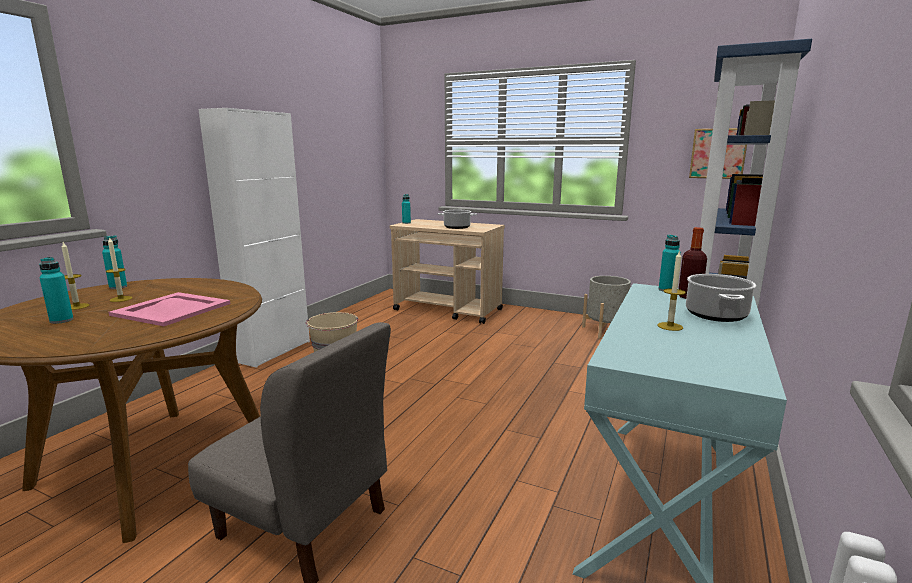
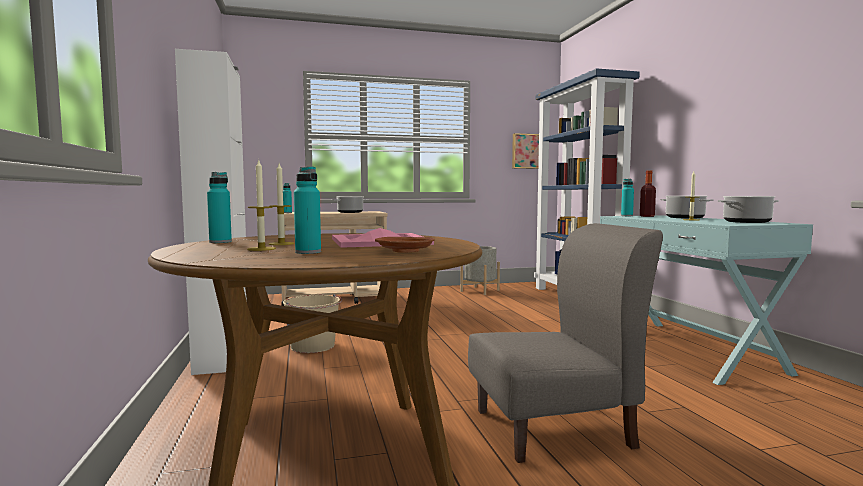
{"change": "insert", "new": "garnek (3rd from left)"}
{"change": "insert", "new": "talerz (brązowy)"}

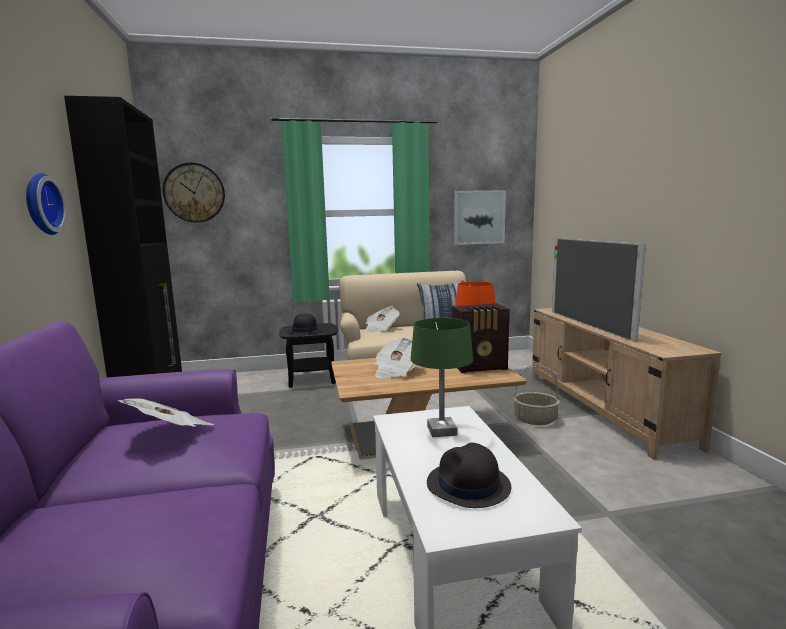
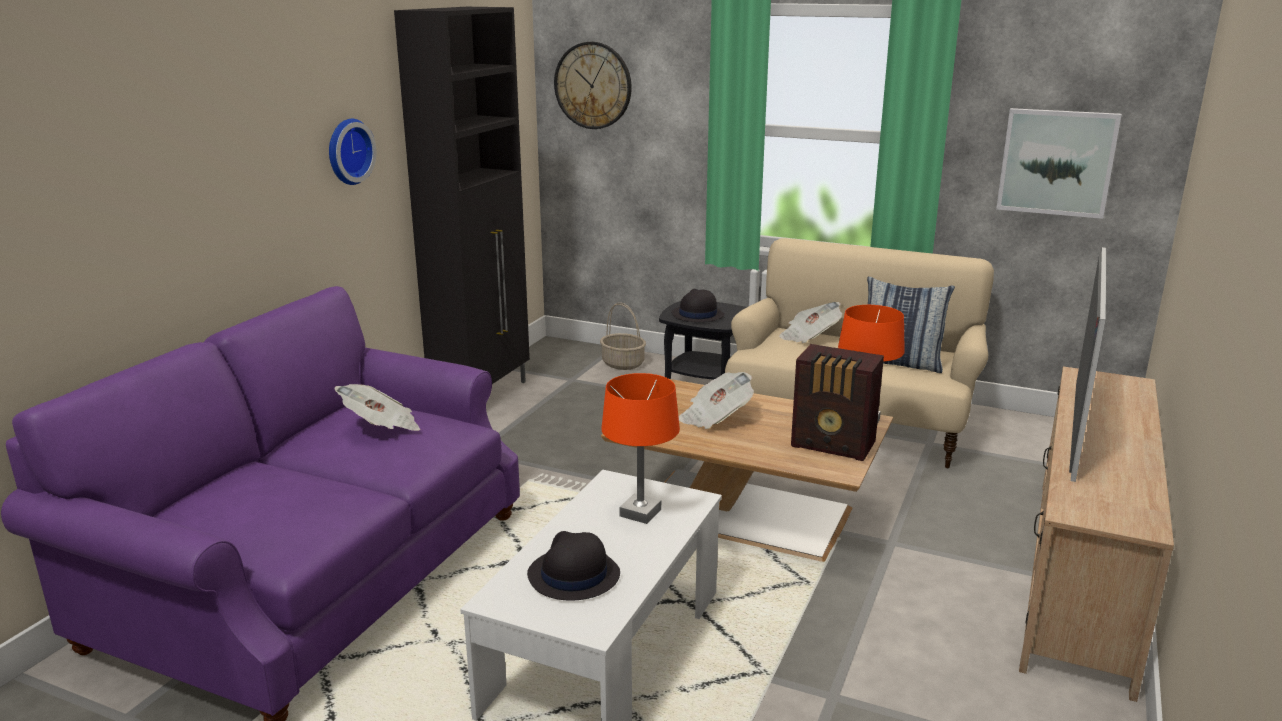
{"change": "recolor", "old": "lampa stołowa (zielony)", "new": "lampa stołowa (pomarańczowy) (1st from left)"}
{"change": "move", "old": "koszyk"}

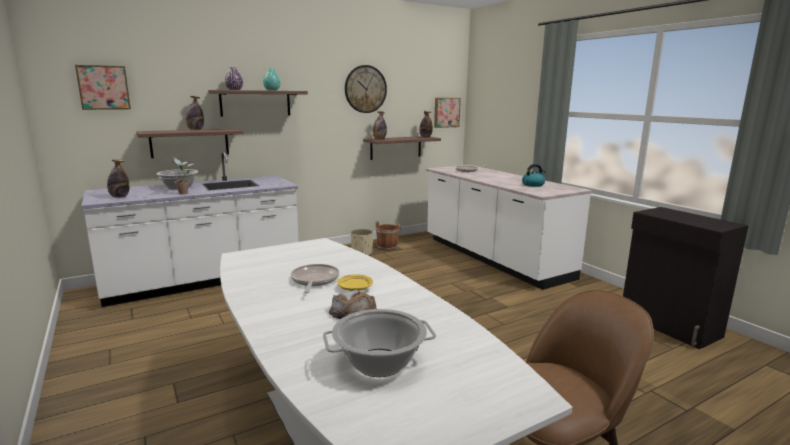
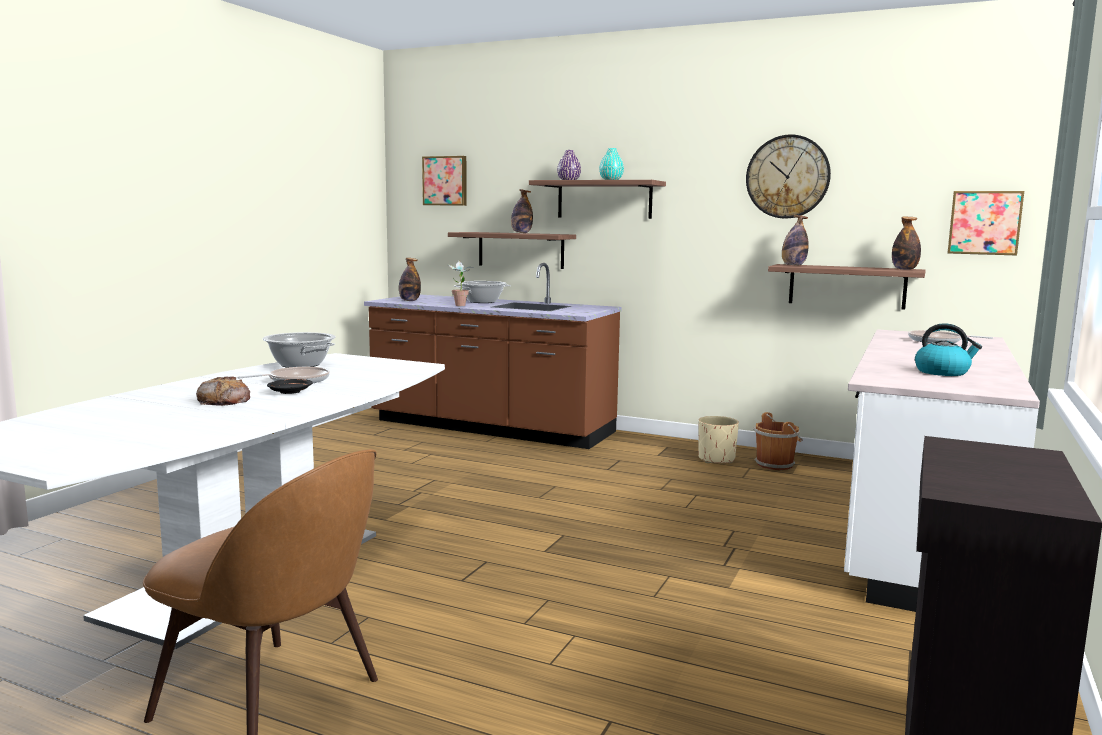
{"change": "recolor", "old": "zabudowa kuchenna (biały) (1st from left)", "new": "zabudowa kuchenna (brązowy)"}
{"change": "recolor", "old": "talerz (żółty)", "new": "talerz (czarny)"}
{"change": "move", "old": "garnek (2nd from left in the first image)", "new": "garnek (1st from left)"}

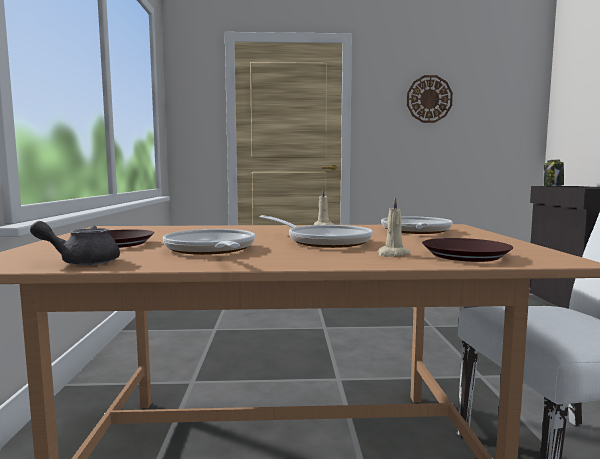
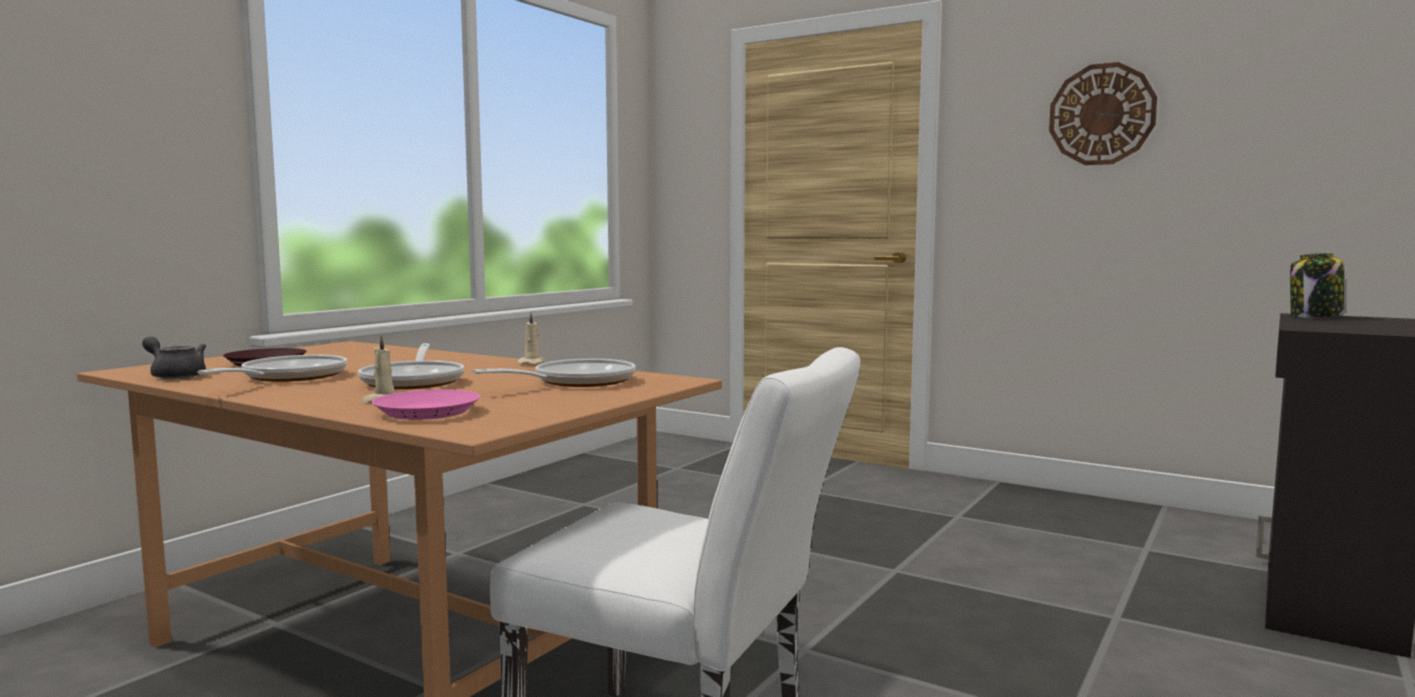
{"change": "recolor", "old": "talerz (brązowy) (2nd from left)", "new": "talerz (różowy)"}

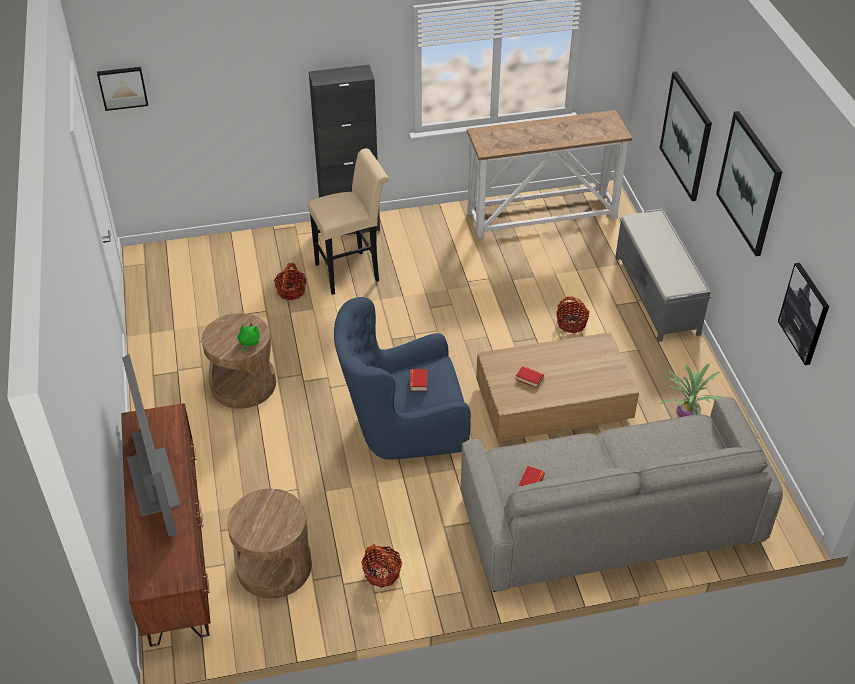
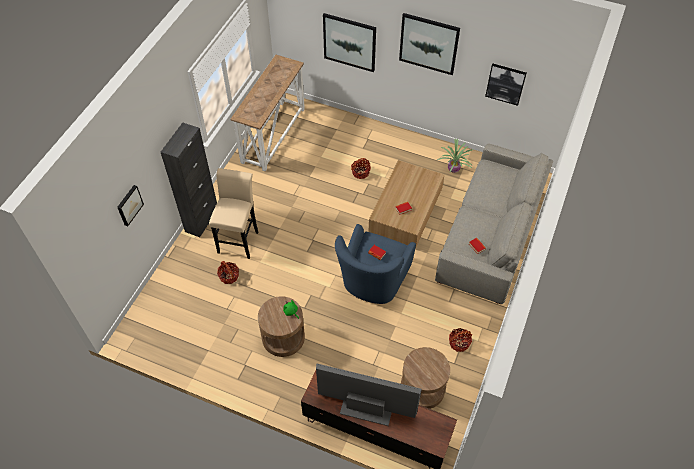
{"change": "move", "old": "obraz (1st from left)"}
{"change": "delete", "old": "ławka (szary)"}

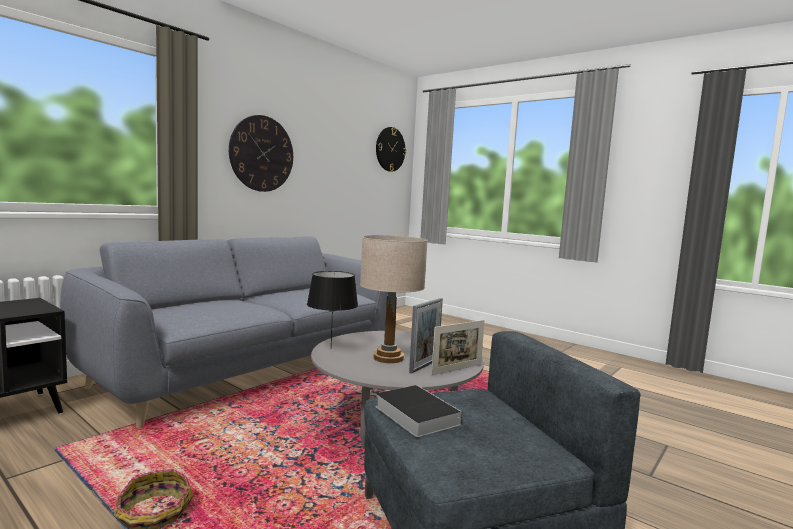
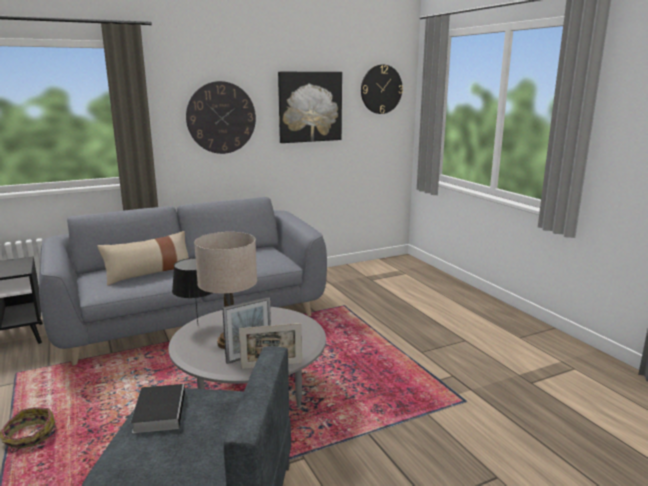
{"change": "insert", "new": "obraz"}
{"change": "insert", "new": "poduszka (beżowy)"}

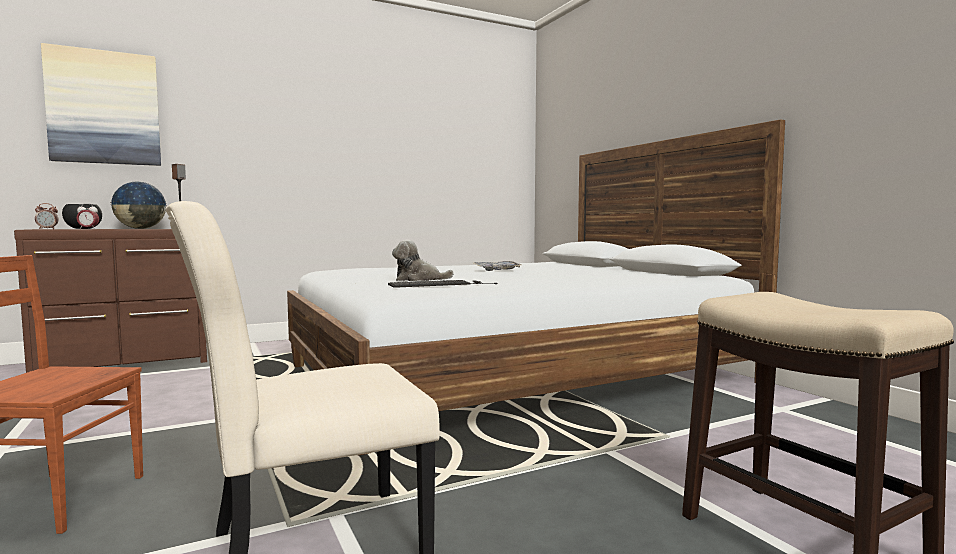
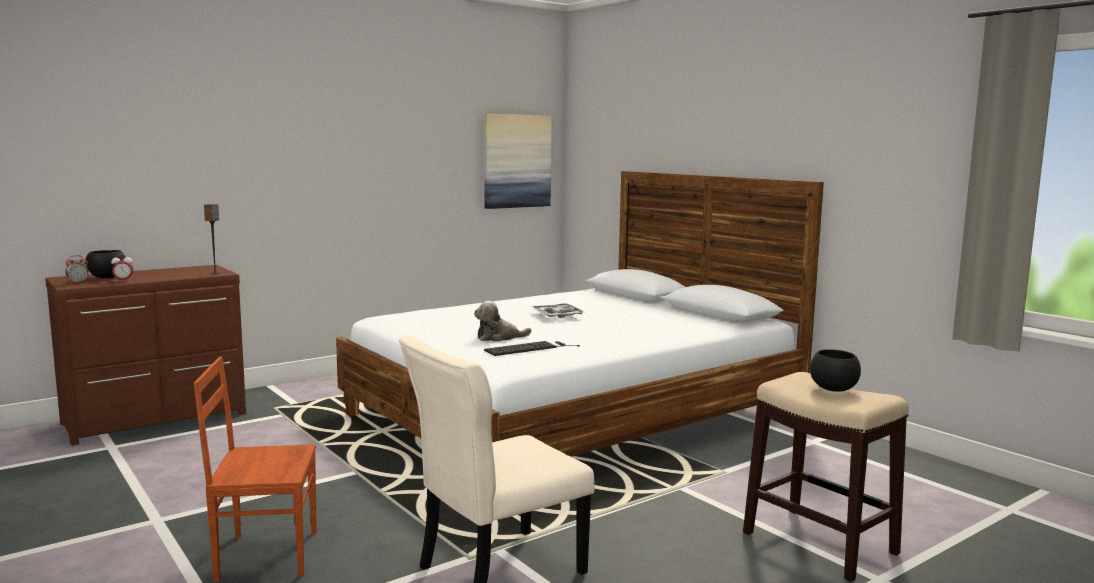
{"change": "move", "old": "obraz"}
{"change": "delete", "old": "globus"}
{"change": "insert", "new": "miska (czarny) (2nd from left)"}

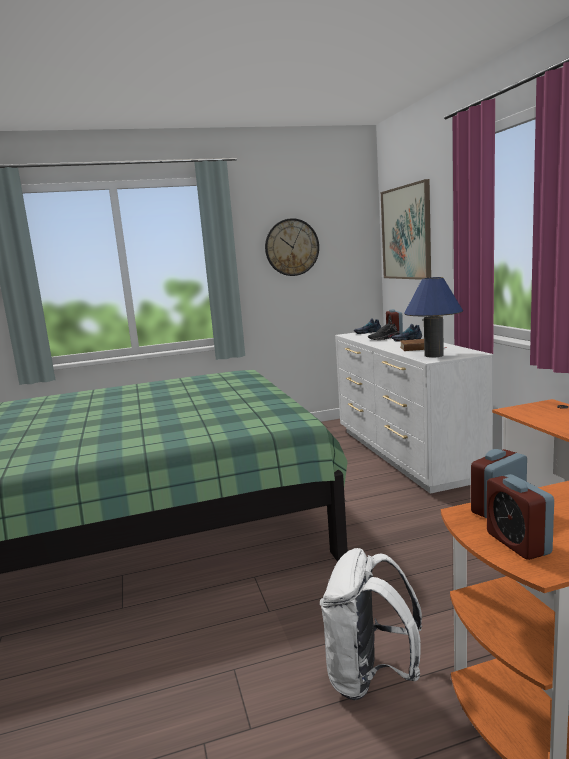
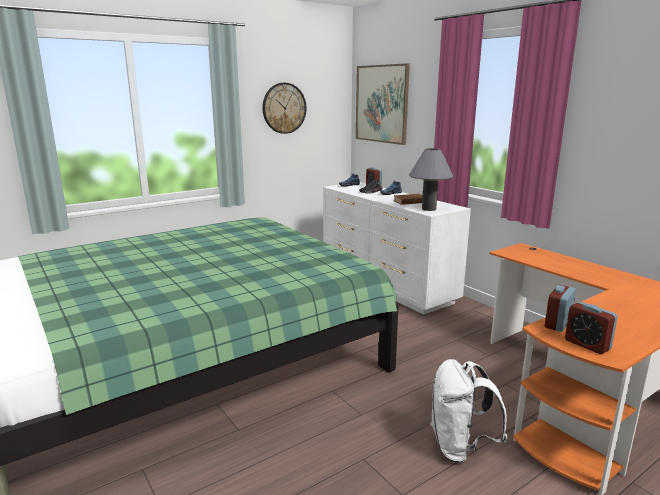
{"change": "recolor", "old": "lampa stołowa (niebieski)", "new": "lampa stołowa (szary)"}

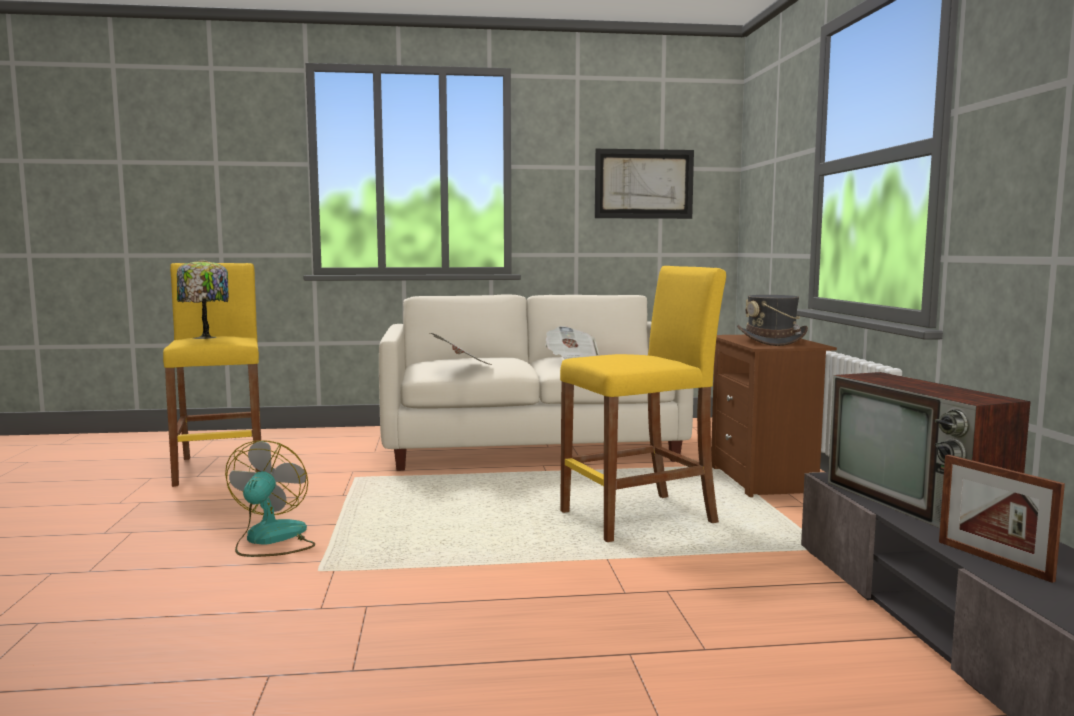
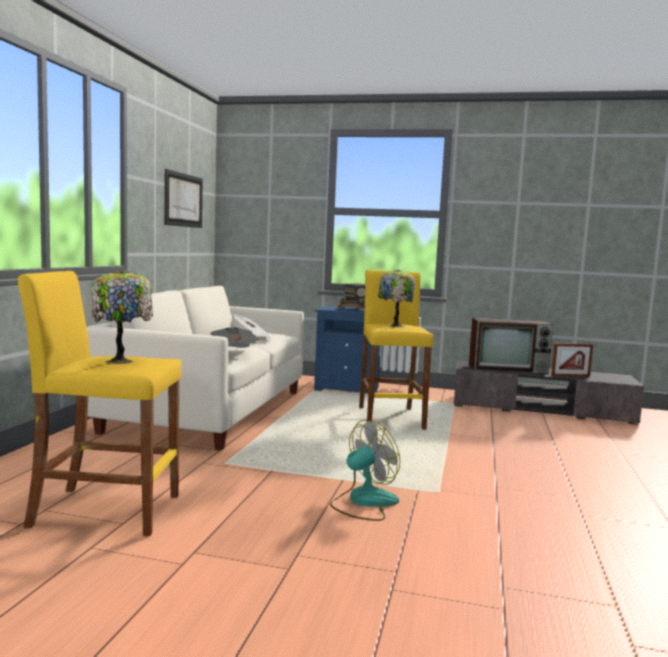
{"change": "recolor", "old": "szafka nocna (brązowy)", "new": "szafka nocna (niebieski)"}
{"change": "rotate", "old": "wentylator", "degrees": 120}
{"change": "insert", "new": "lampa stołowa (2nd from left)"}

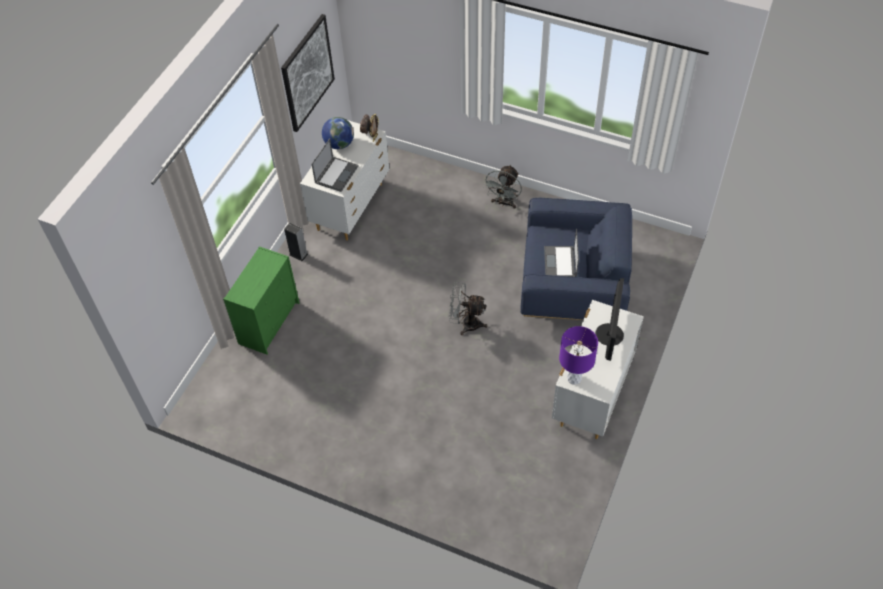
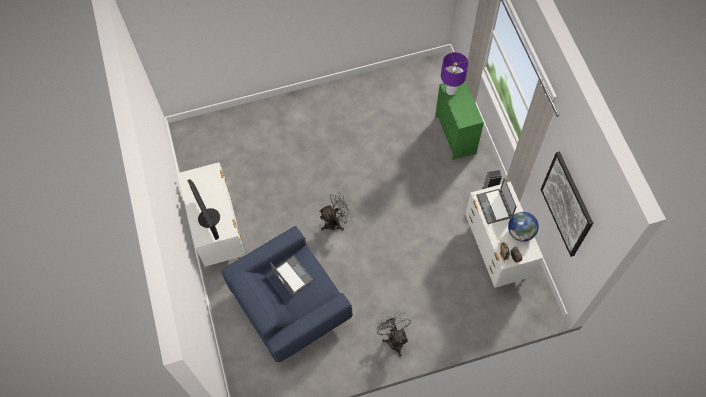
{"change": "move", "old": "lampa stołowa (fioletowy)"}

